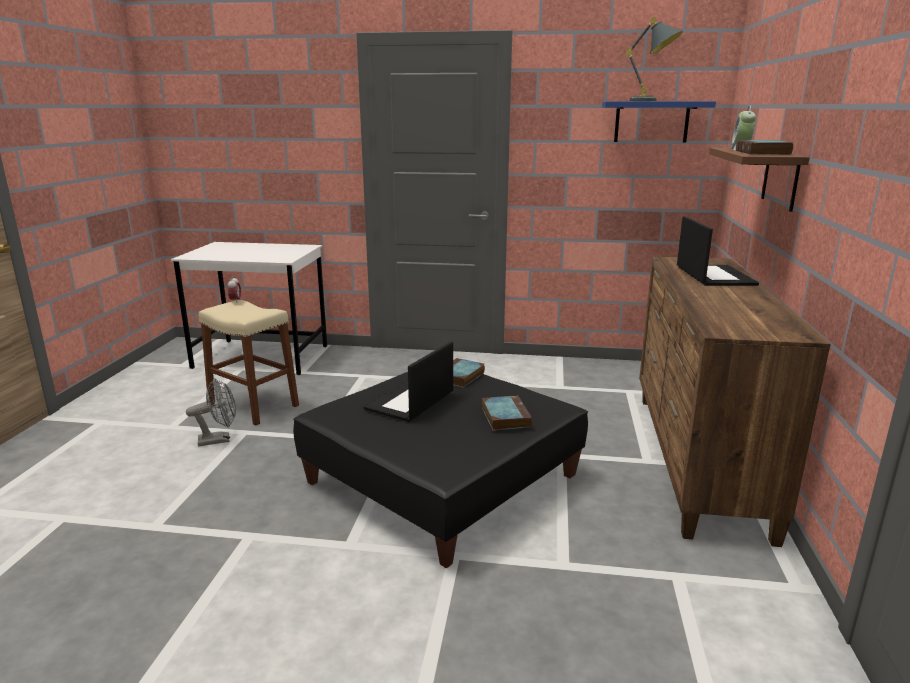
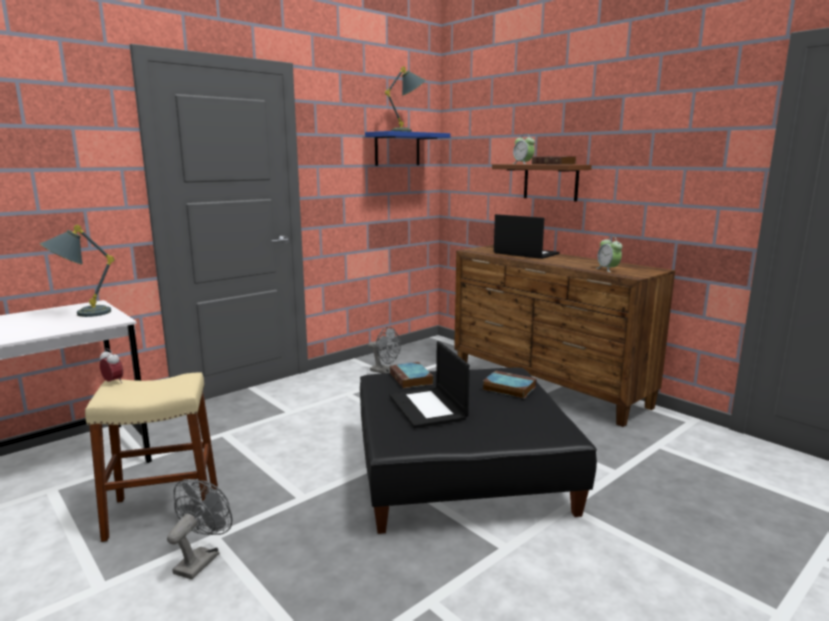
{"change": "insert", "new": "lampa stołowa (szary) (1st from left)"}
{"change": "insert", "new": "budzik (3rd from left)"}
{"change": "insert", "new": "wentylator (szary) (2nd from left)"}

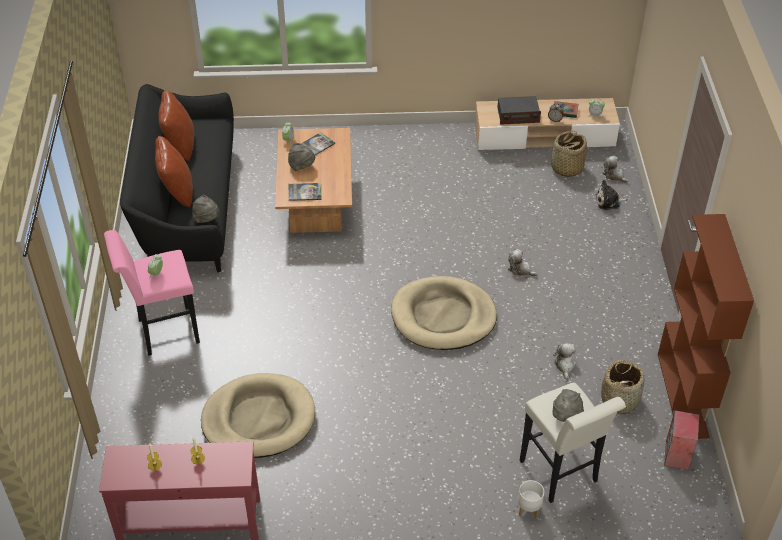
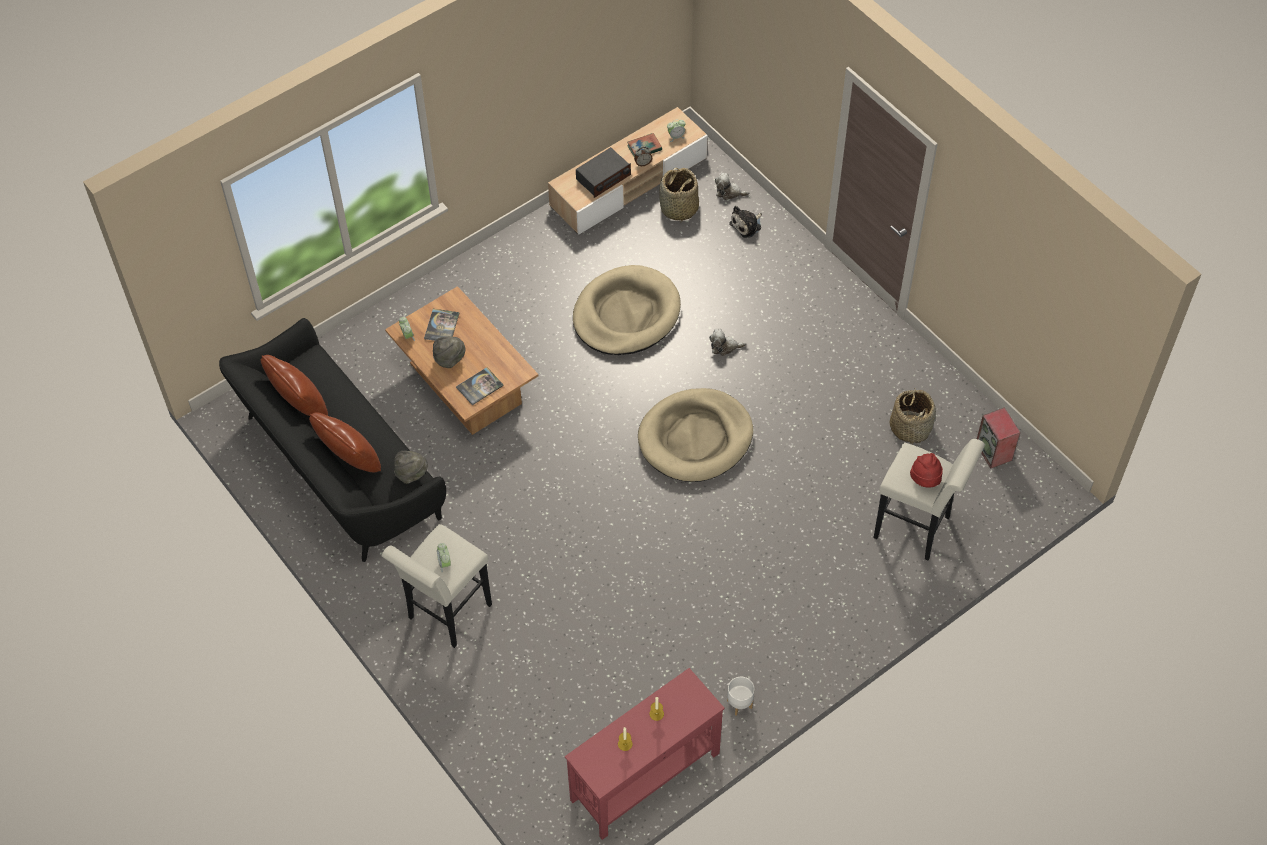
{"change": "delete", "old": "regał (brązowy)"}
{"change": "recolor", "old": "stołek (różowy)", "new": "stołek (biały) (1st from left)"}
{"change": "delete", "old": "pluszak (2nd from left)"}
{"change": "move", "old": "legowisko (beżowy) (1st from left)"}
{"change": "recolor", "old": "kapelusz (szary) (3rd from left)", "new": "kapelusz (czerwony)"}
{"change": "move", "old": "donica (biały)"}

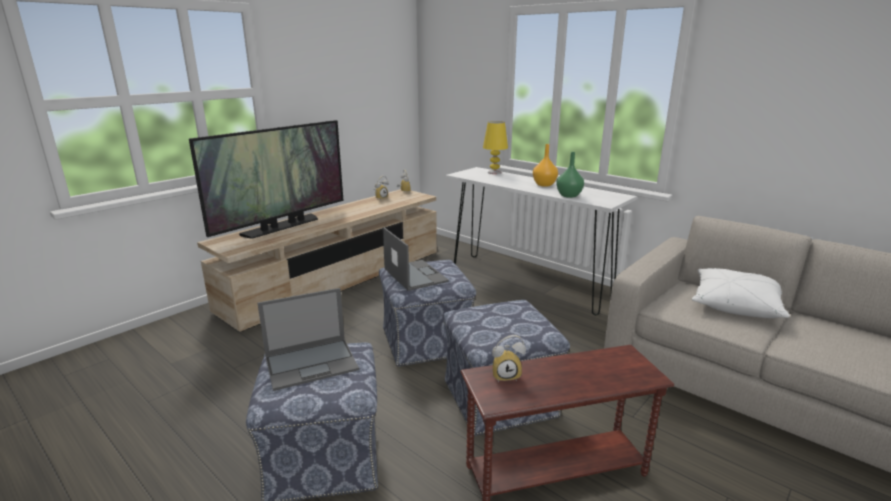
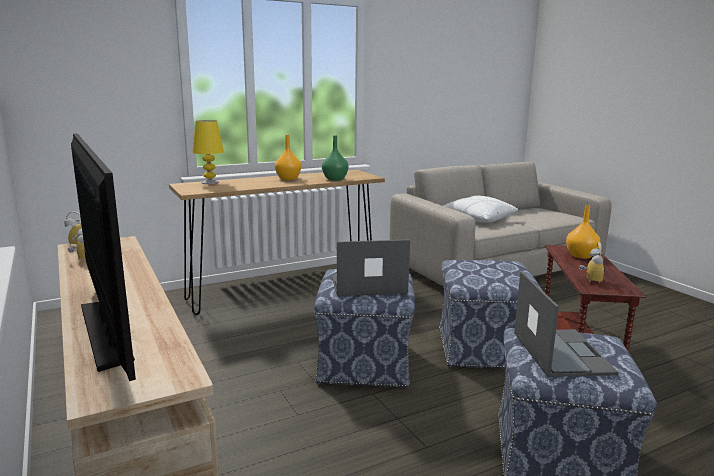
{"change": "recolor", "old": "stolik konsolowy (biały)", "new": "stolik konsolowy (brązowy)"}
{"change": "insert", "new": "wazon (pomarańczowy) (2nd from left)"}

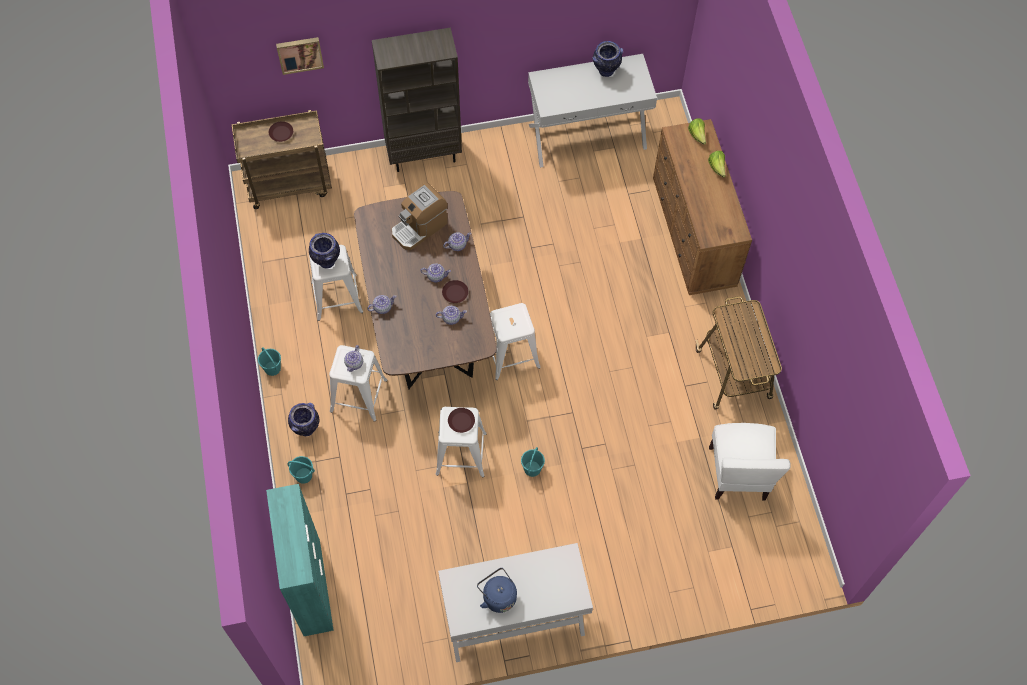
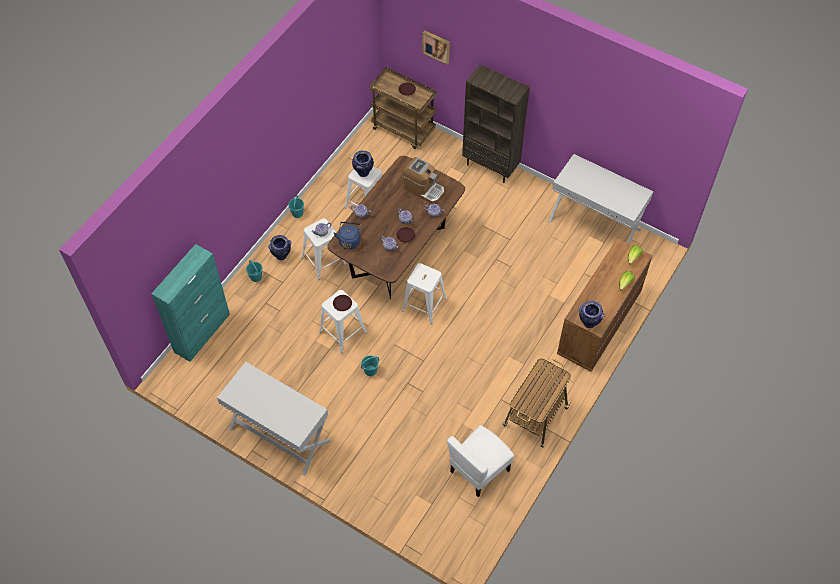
{"change": "move", "old": "wazon (3rd from left)"}
{"change": "rotate", "old": "ekspres do kawy", "degrees": -150}
{"change": "move", "old": "czajnik (niebieski)"}

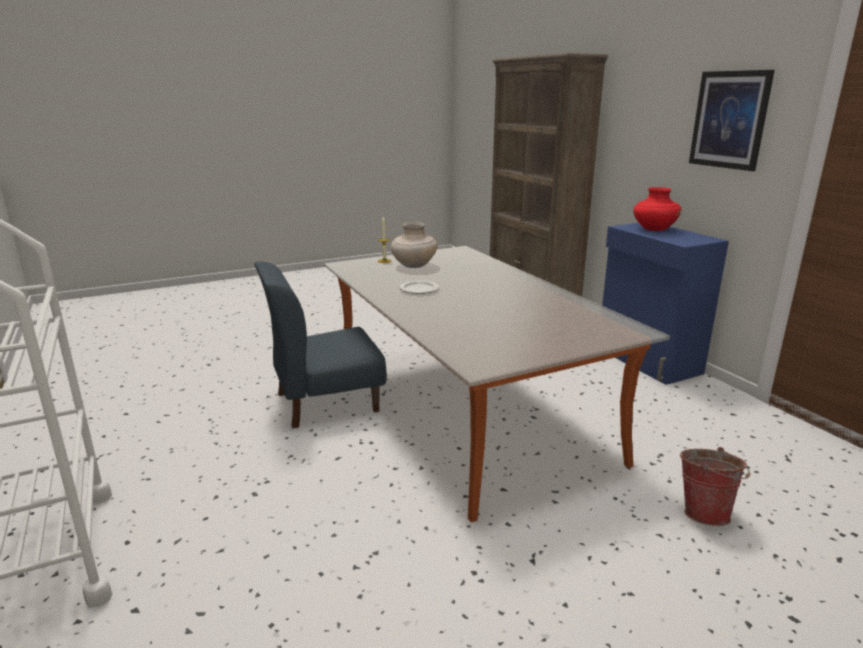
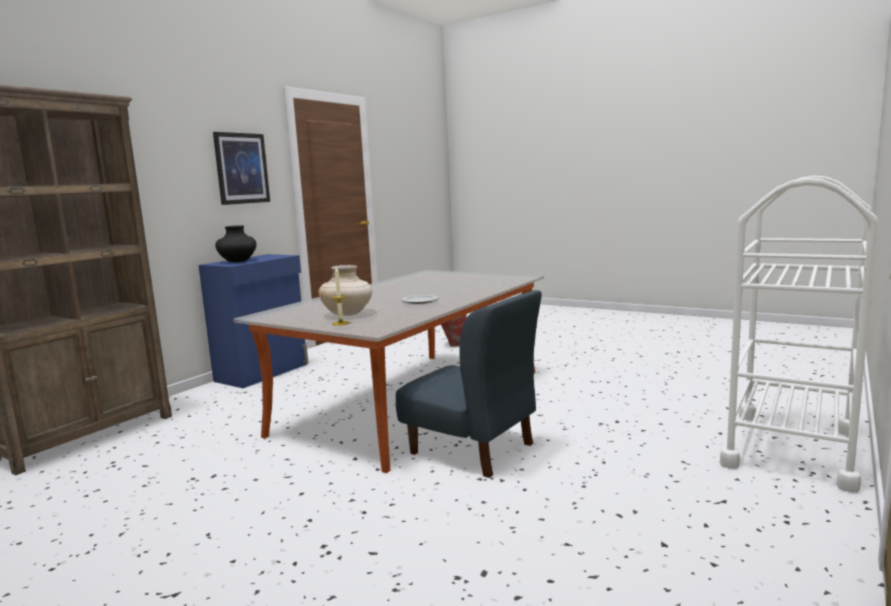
{"change": "recolor", "old": "wazon (czerwony)", "new": "wazon (czarny)"}

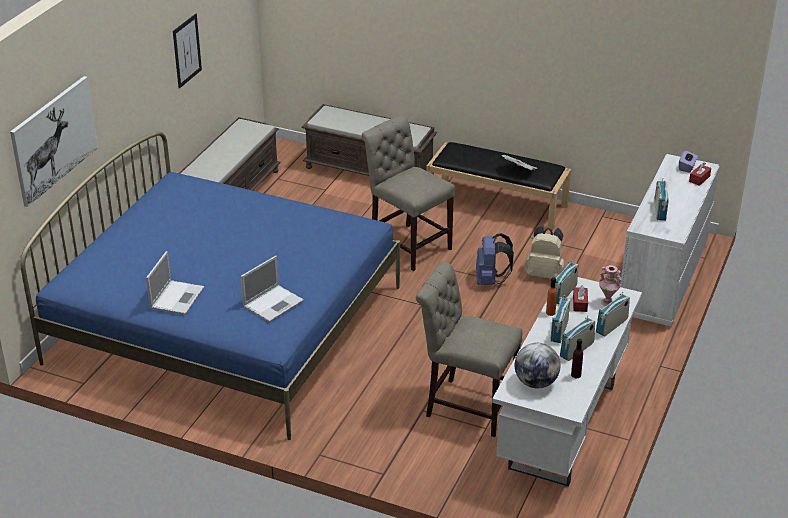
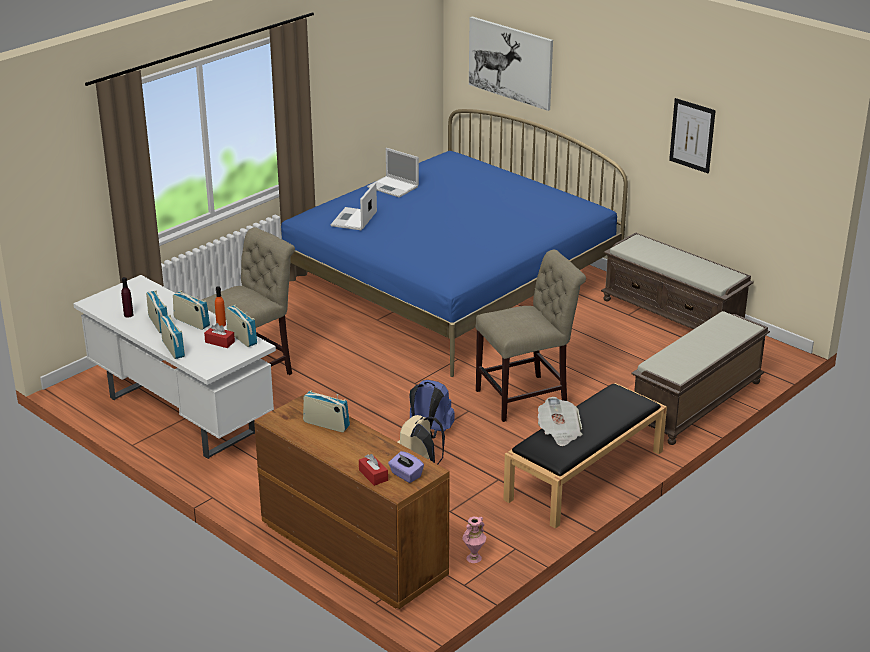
{"change": "recolor", "old": "komoda (biały)", "new": "komoda (brązowy)"}
{"change": "rotate", "old": "laptop (2nd from left in the first image)", "degrees": 45}
{"change": "move", "old": "wazon (różowy)"}
{"change": "delete", "old": "globus"}

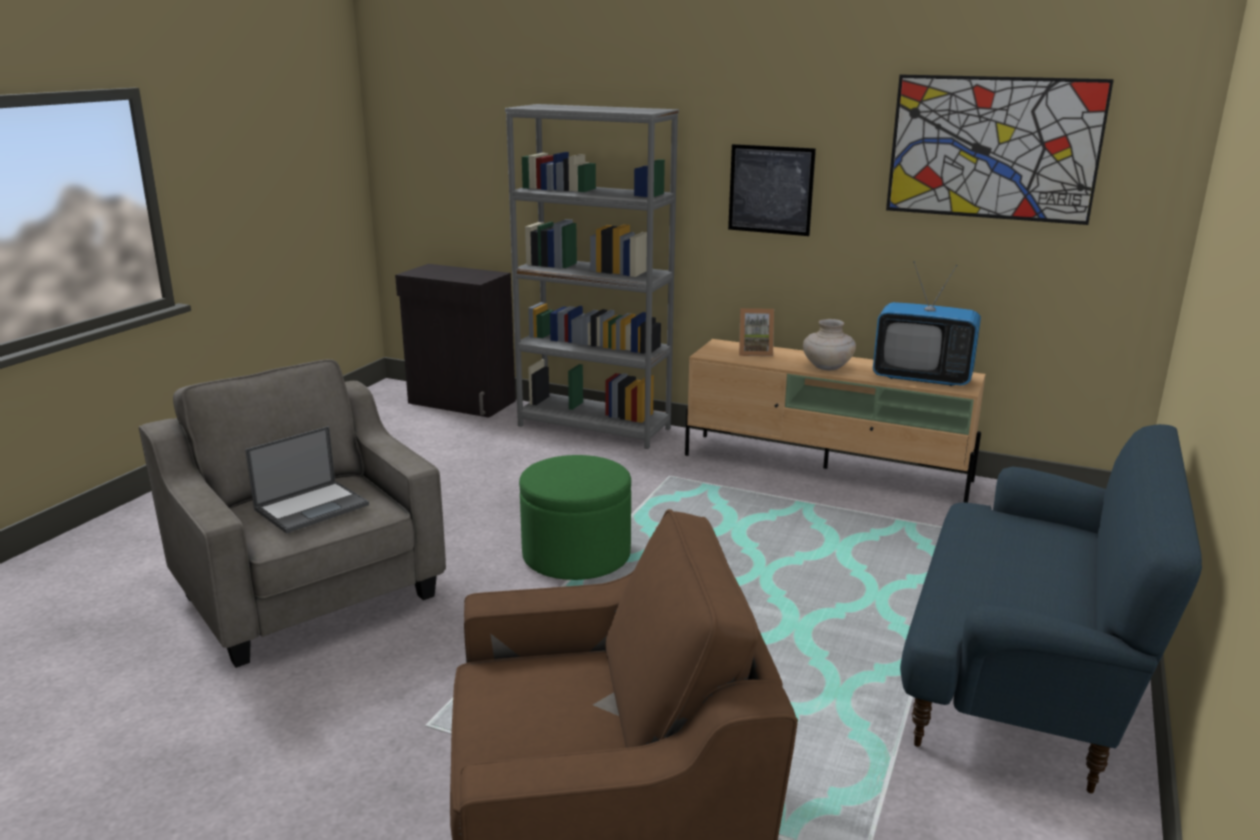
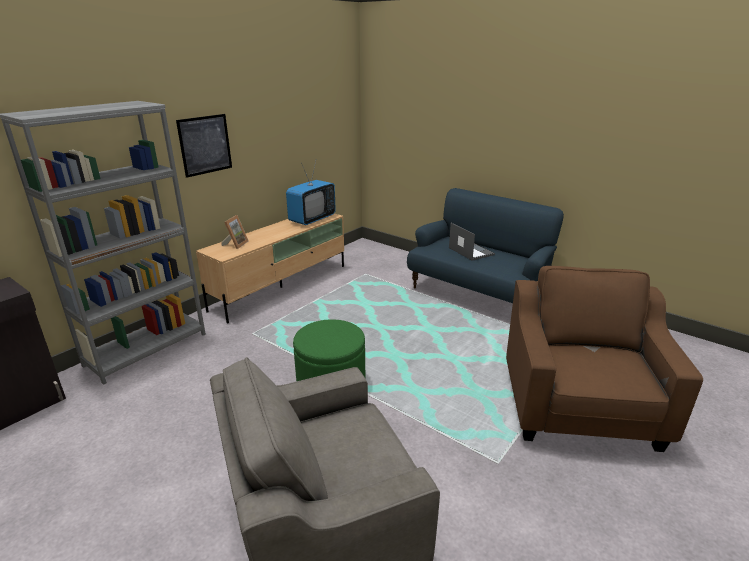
{"change": "delete", "old": "obraz (2nd from left)"}
{"change": "delete", "old": "wazon (beżowy)"}
{"change": "move", "old": "laptop"}

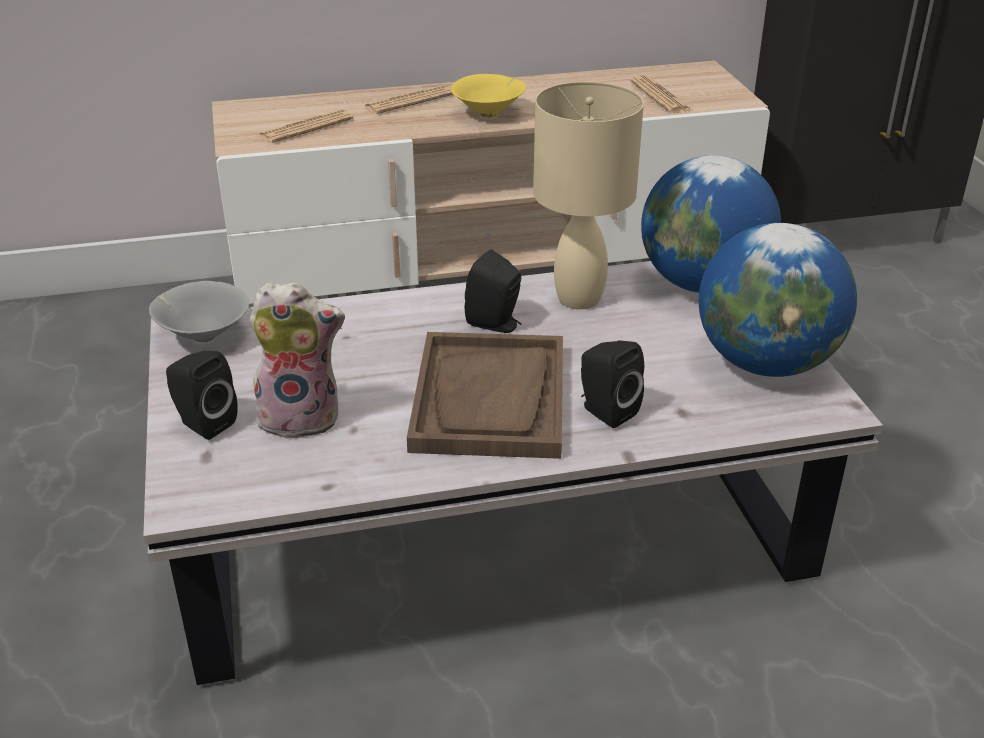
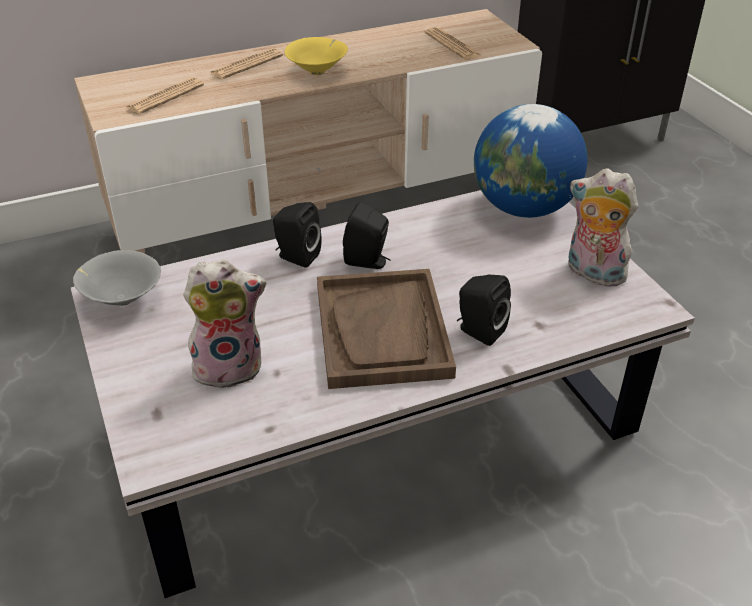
{"change": "delete", "old": "lampa stołowa (beżowy)"}
{"change": "replace", "old": "globus (2nd from left)", "new": "pluszak (2nd from left)"}
{"change": "move", "old": "głośnik (czarny) (1st from left)"}

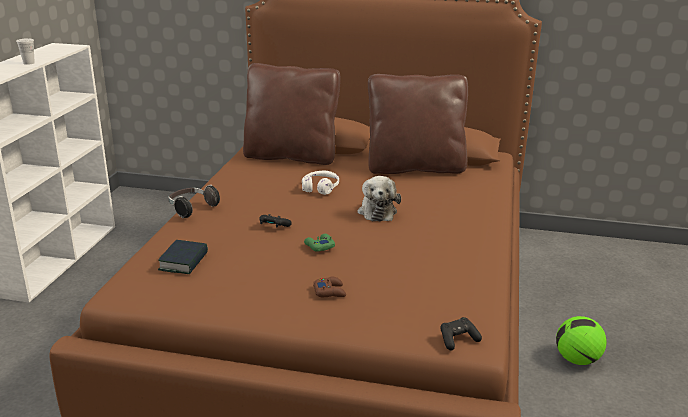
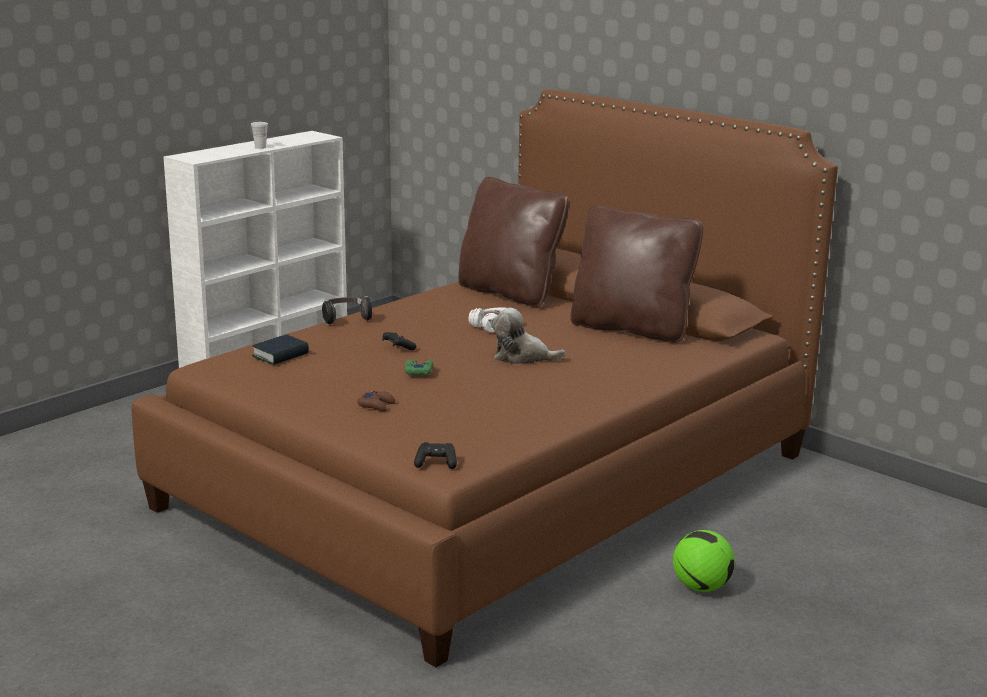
{"change": "rotate", "old": "pluszak", "degrees": 75}

